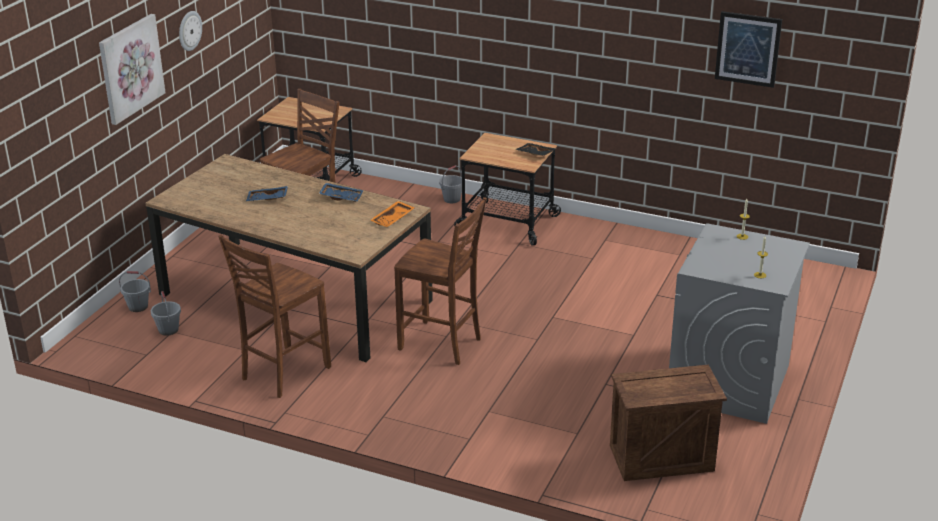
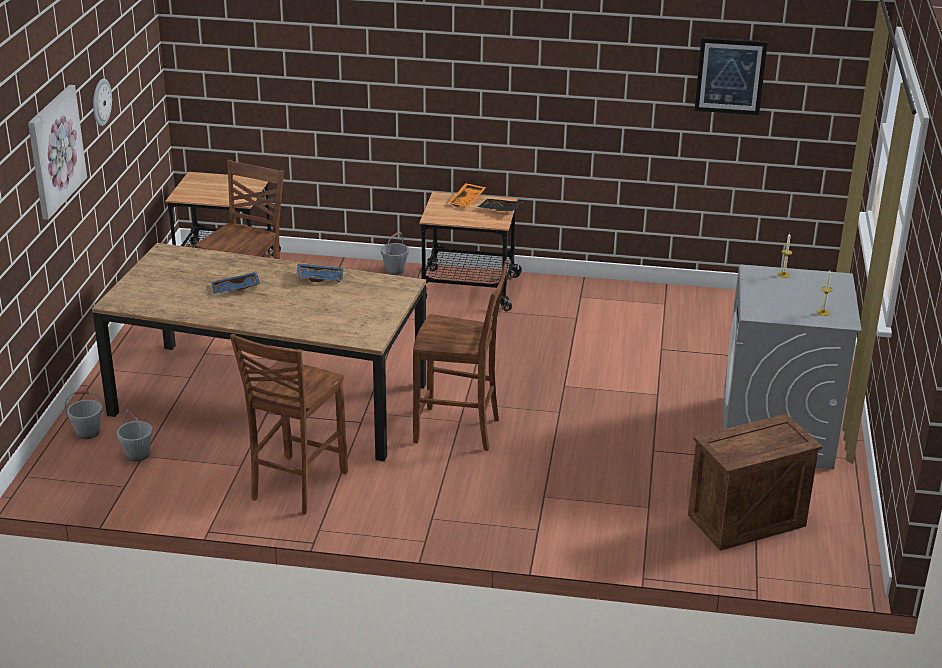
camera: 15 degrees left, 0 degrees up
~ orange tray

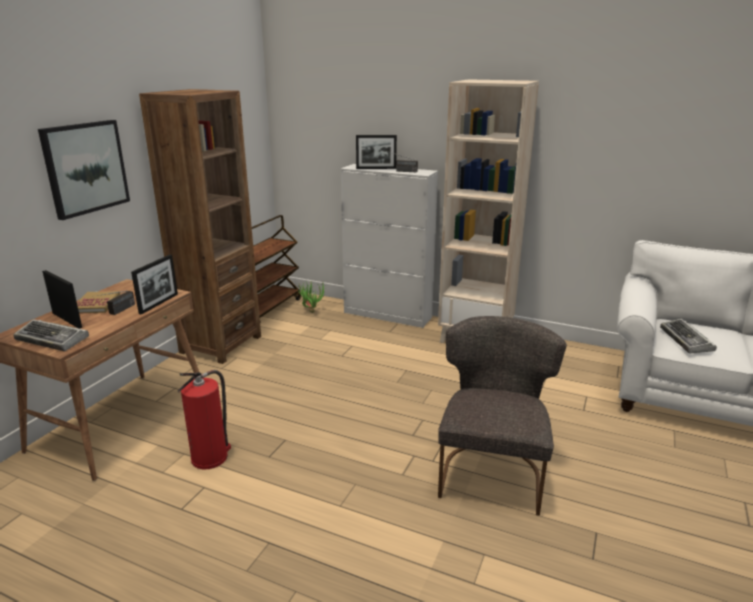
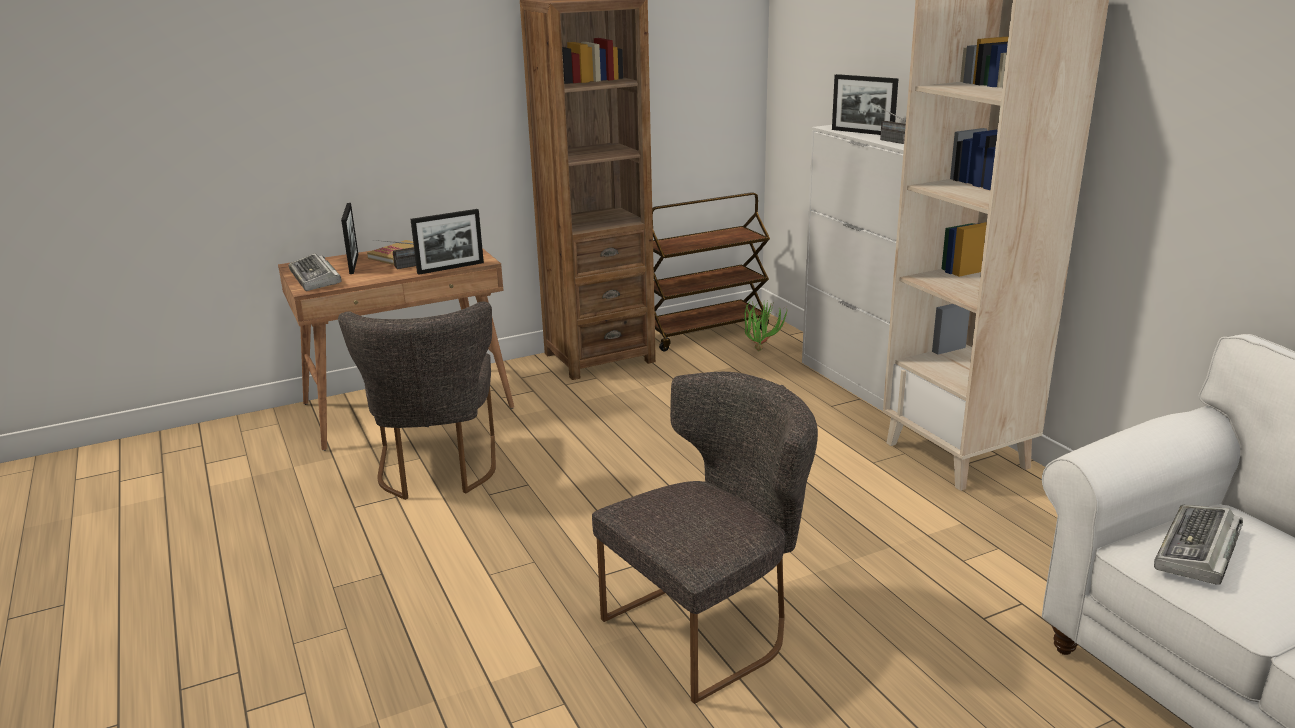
camera: 40 degrees right, 0 degrees up
- picture
~ fire extinguisher to gray plain chair (no. 1 from left)

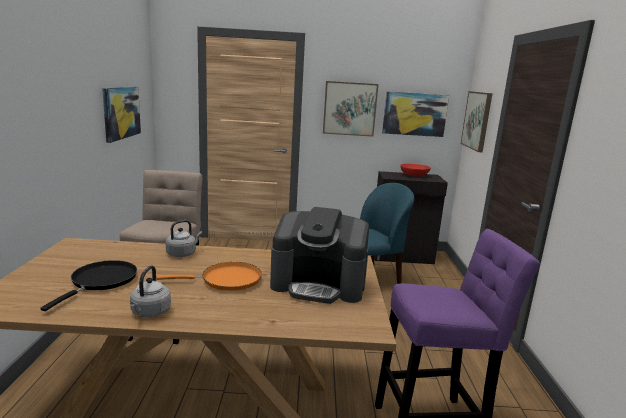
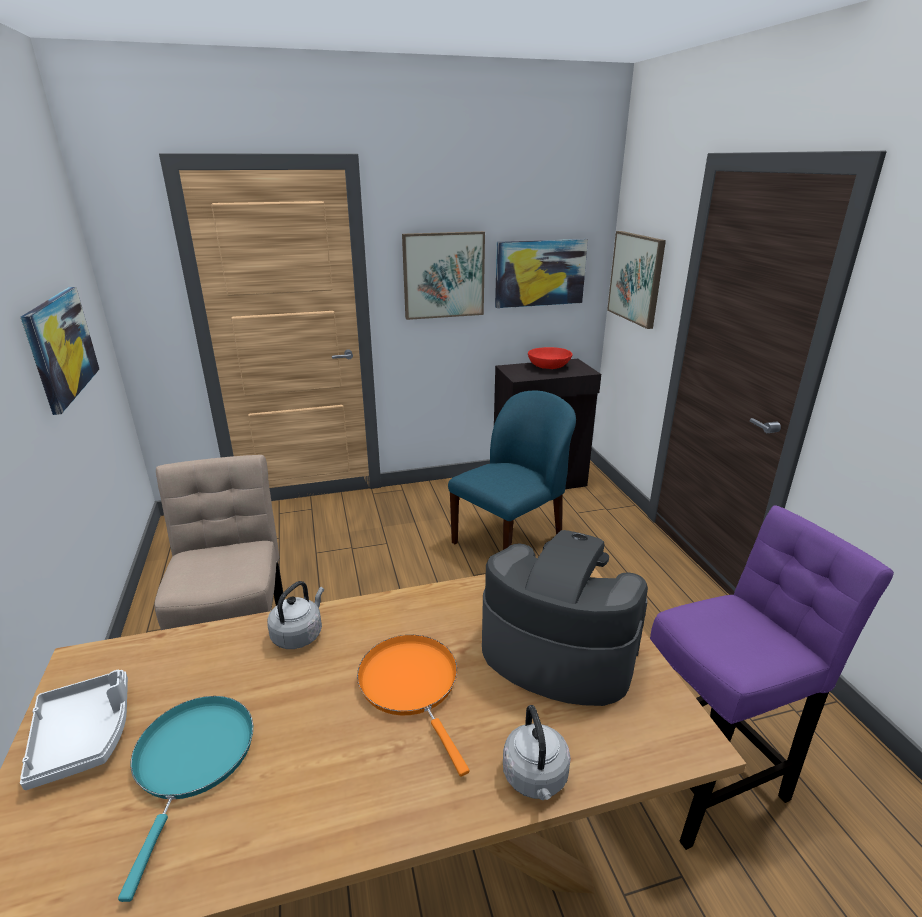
camera: 15 degrees left, 10 degrees up
~ coffee maker 150 degrees counterclockwise
~ blackish pan to turquoise pan
~ orange pan 90 degrees counterclockwise
~ gray kettle (no. 1 from left in the first image) to gray kettle (no. 2 from left)
+ gray tray

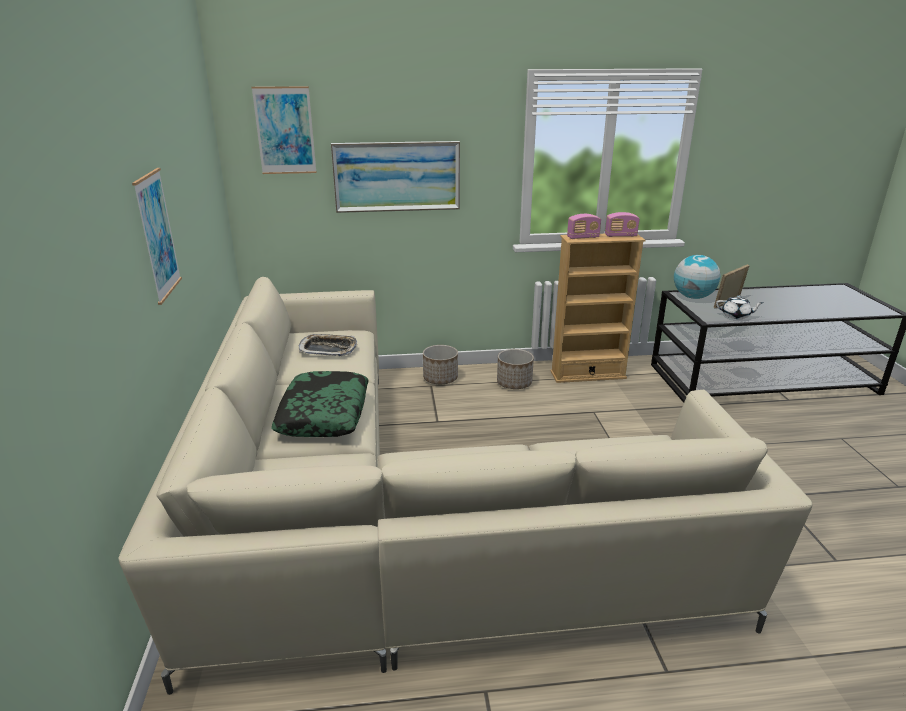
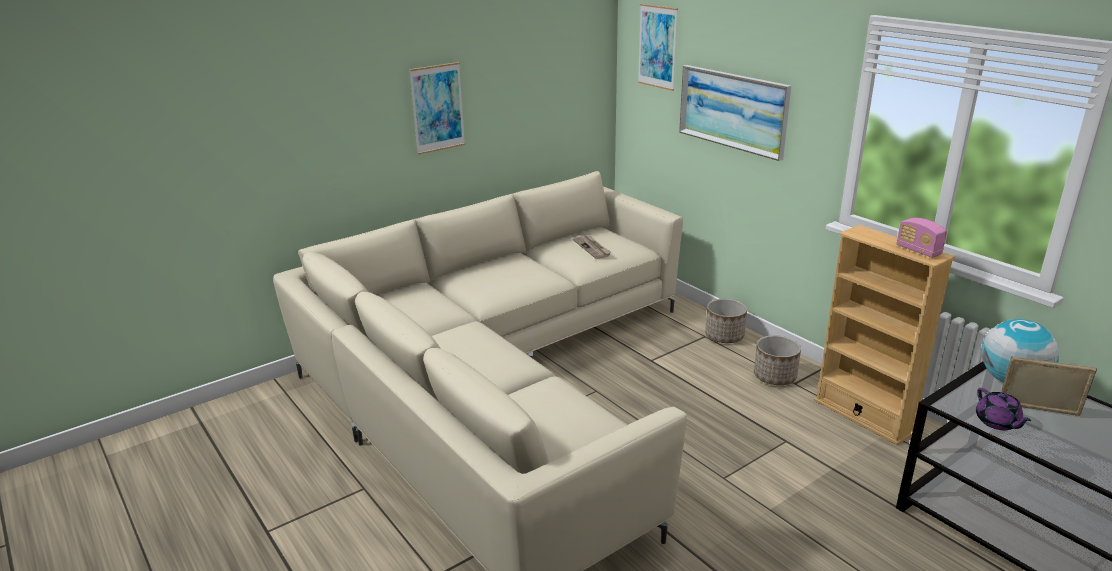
camera: 60 degrees right, 0 degrees up
- radio (no. 1 from left)
~ white tea pot to purple tea pot
~ tray to newspaper
- cushion

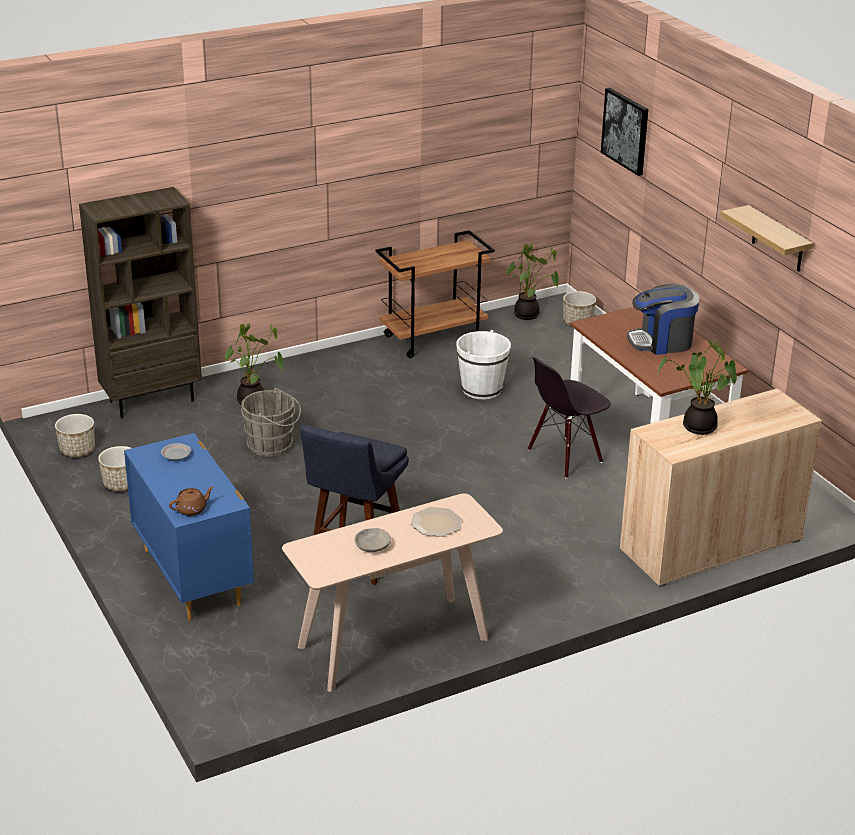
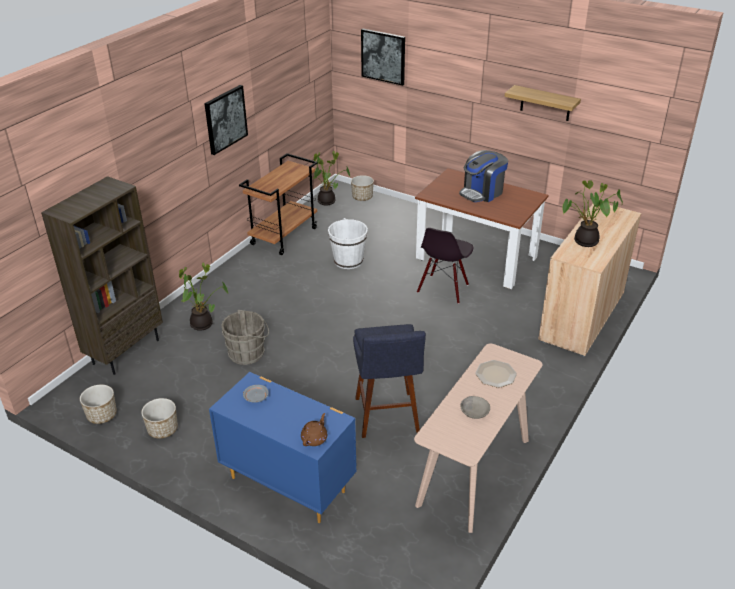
camera: 30 degrees left, 5 degrees up
+ picture (no. 1 from left)

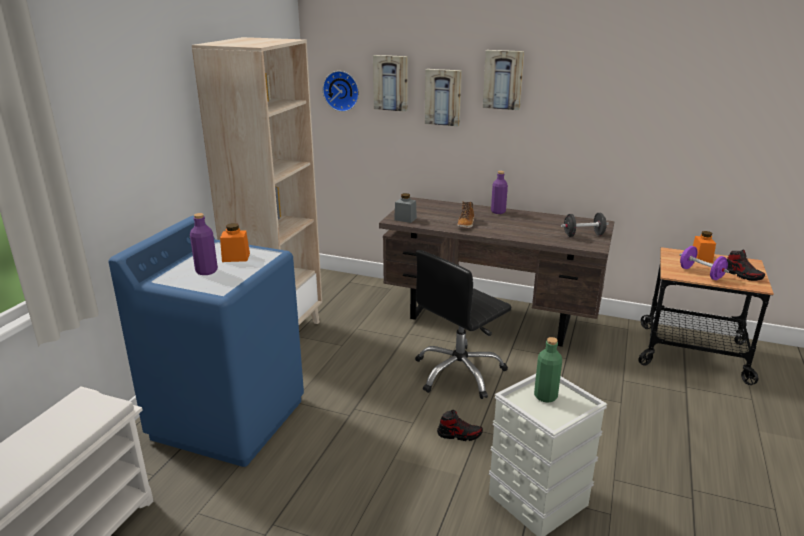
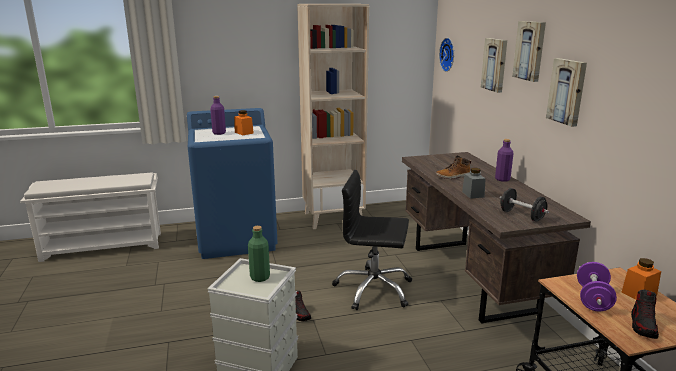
camera: 55 degrees right, 5 degrees down
~ picture (no. 1 from left in the first image) to picture (no. 3 from left)
~ gray preserve jar

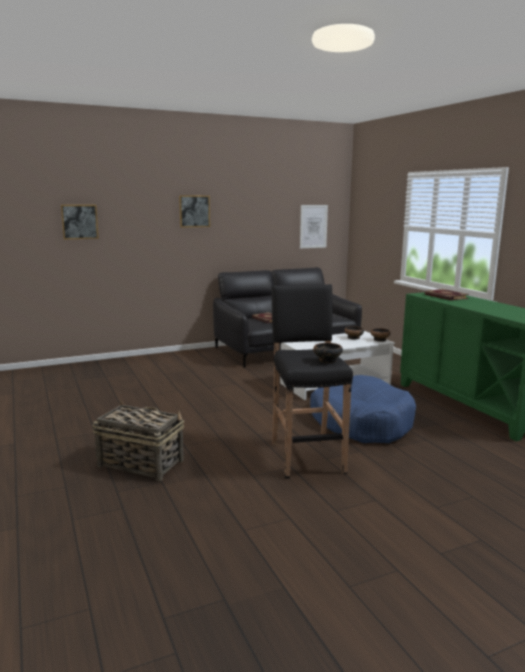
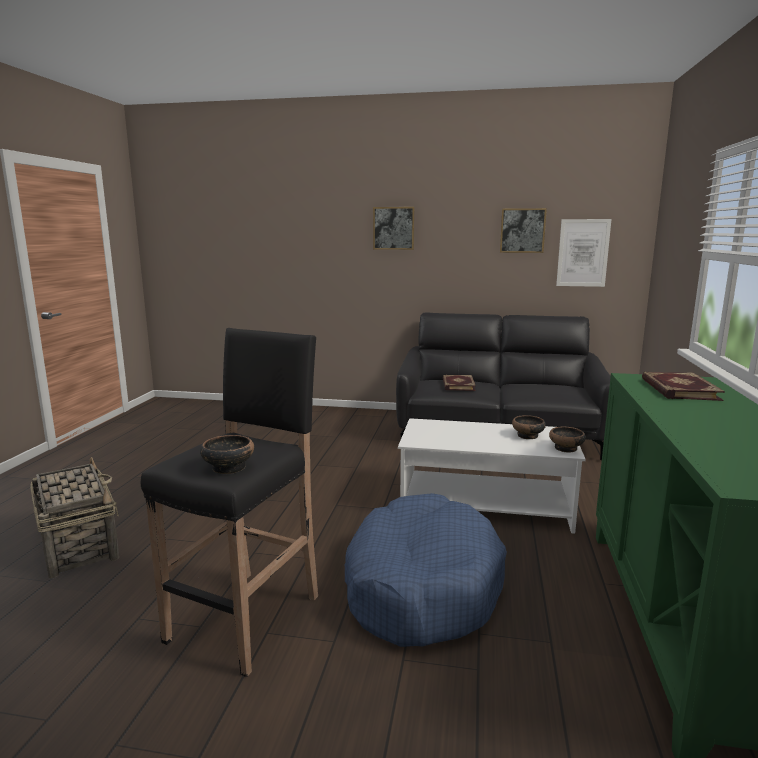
camera: 35 degrees right, 0 degrees up
~ picture (no. 1 from left in the first image) to picture (no. 2 from left)

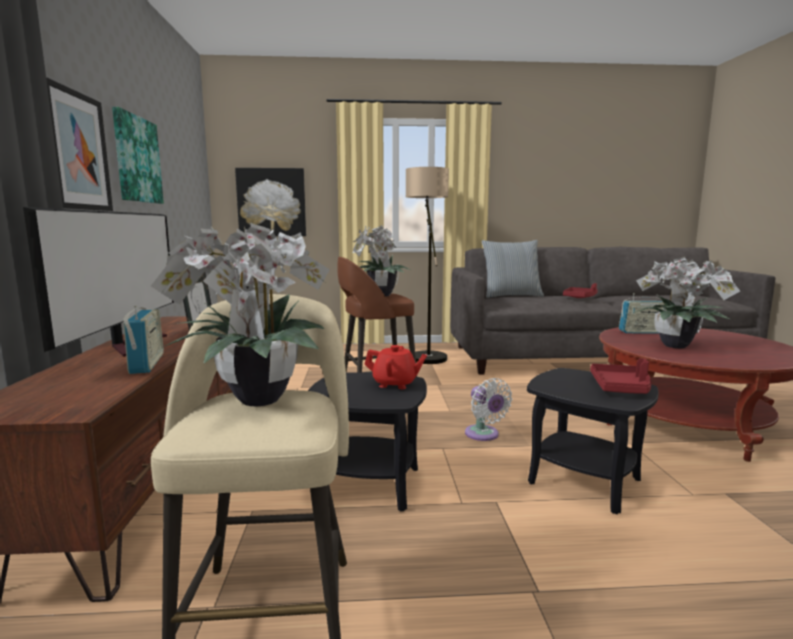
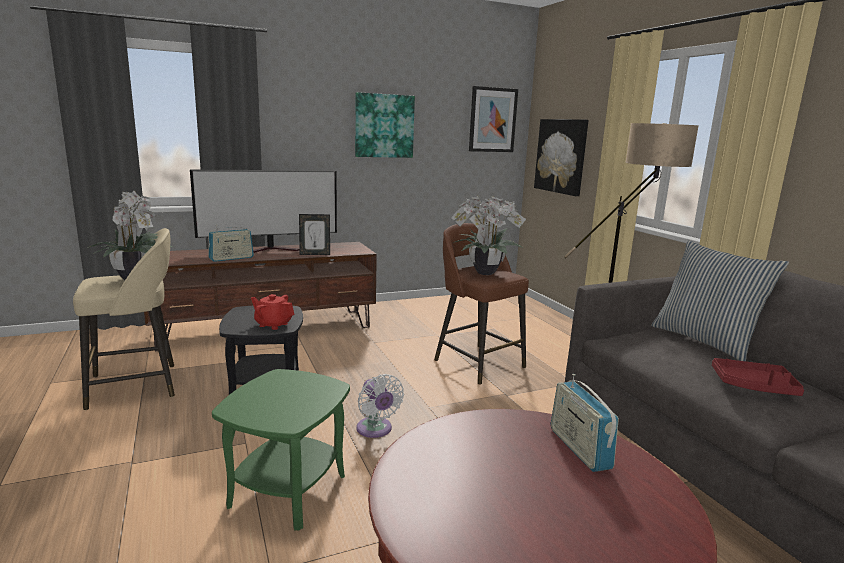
camera: 70 degrees right, 5 degrees up
~ picture (no. 1 from left in the first image) to picture (no. 2 from left)
- houseplant (no. 3 from left)
~ reddish tea pot 120 degrees clockwise
- reddish tray (no. 2 from left)
~ blackish side table (no. 2 from left) to green-coloured side table
~ white cooling fan 75 degrees counterclockwise

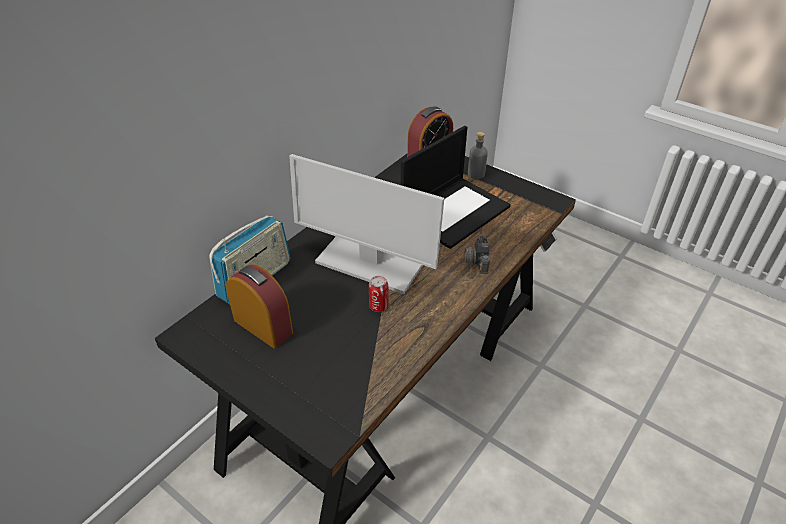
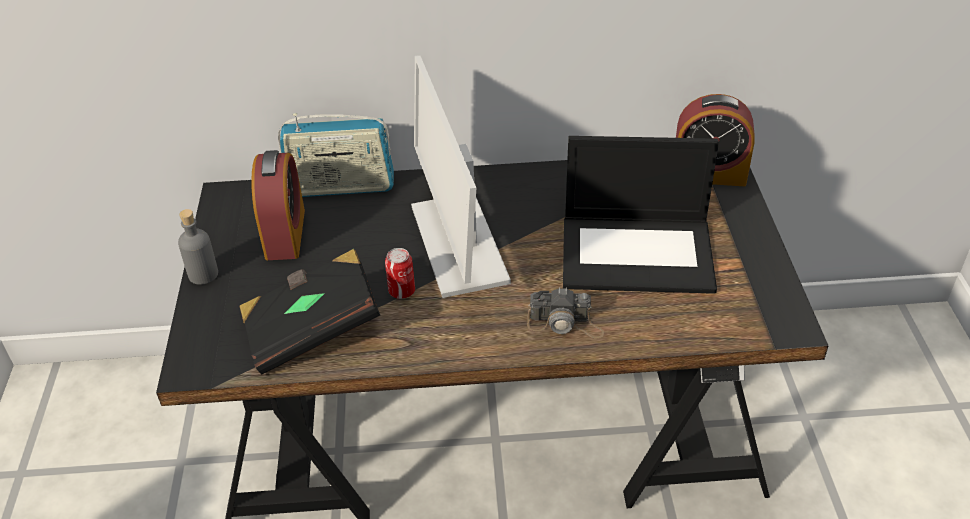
camera: 50 degrees right, 0 degrees up
~ gray bottle
~ still camera 135 degrees counterclockwise
+ blackish book

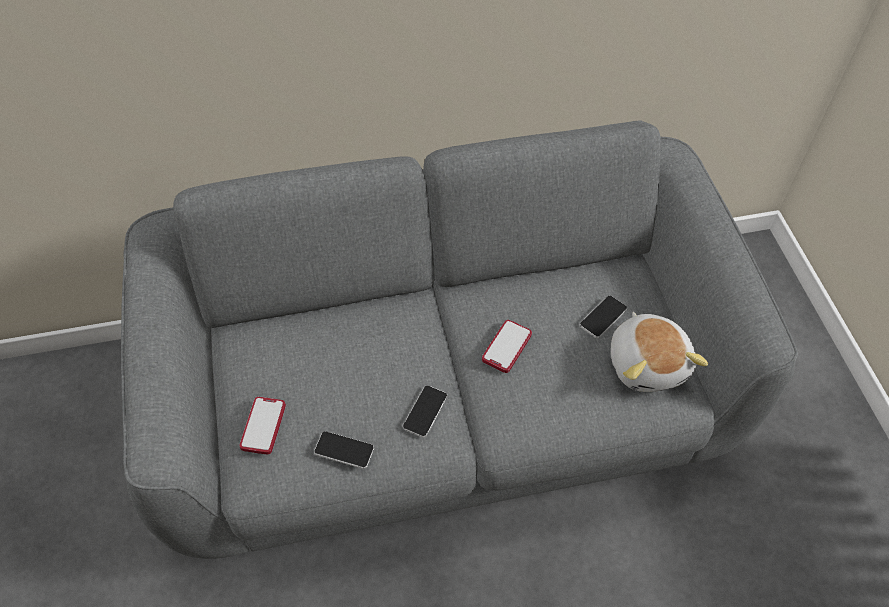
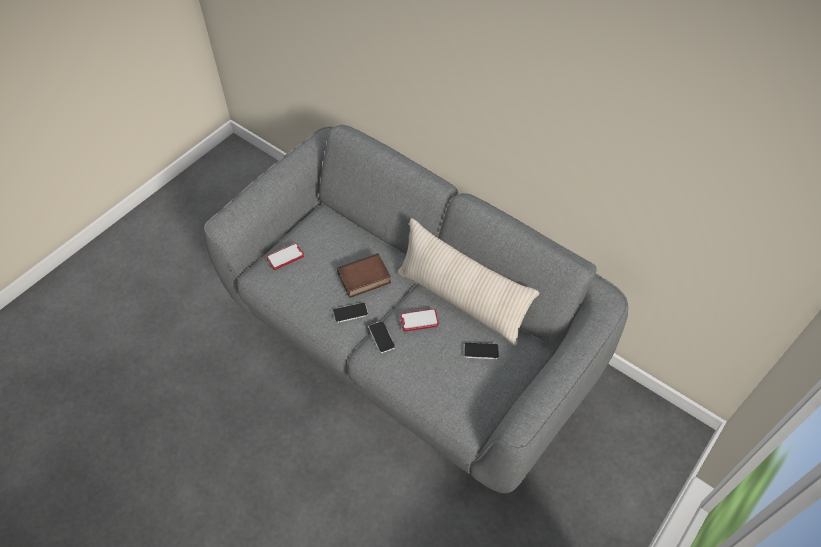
camera: 50 degrees right, 0 degrees up
- soft toy
~ phone (no. 2 from left in the first image) to phone (no. 3 from left)
+ beige cushion
+ book

